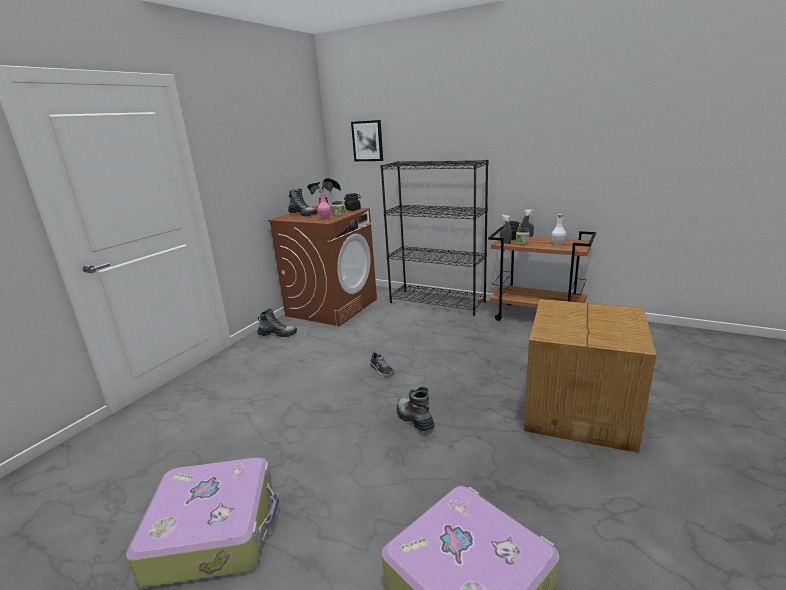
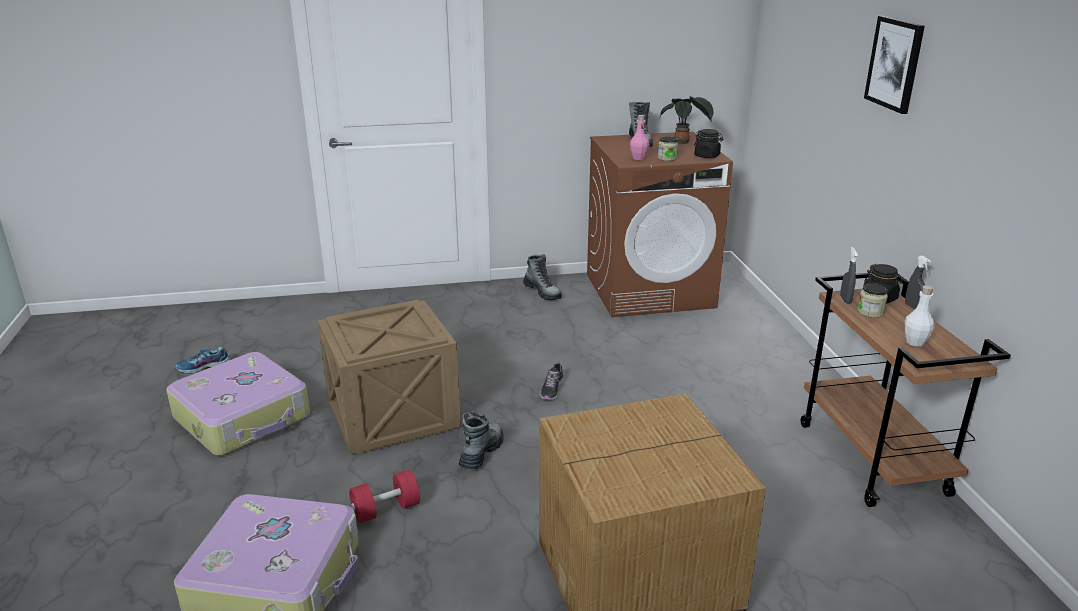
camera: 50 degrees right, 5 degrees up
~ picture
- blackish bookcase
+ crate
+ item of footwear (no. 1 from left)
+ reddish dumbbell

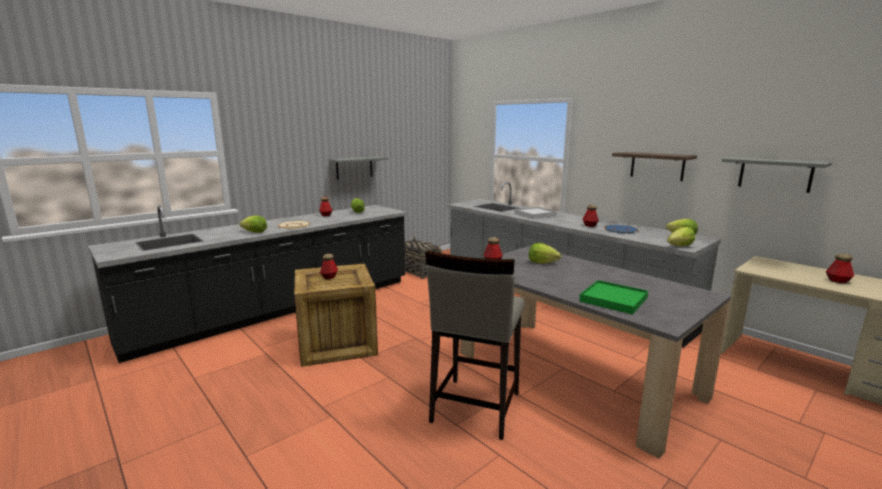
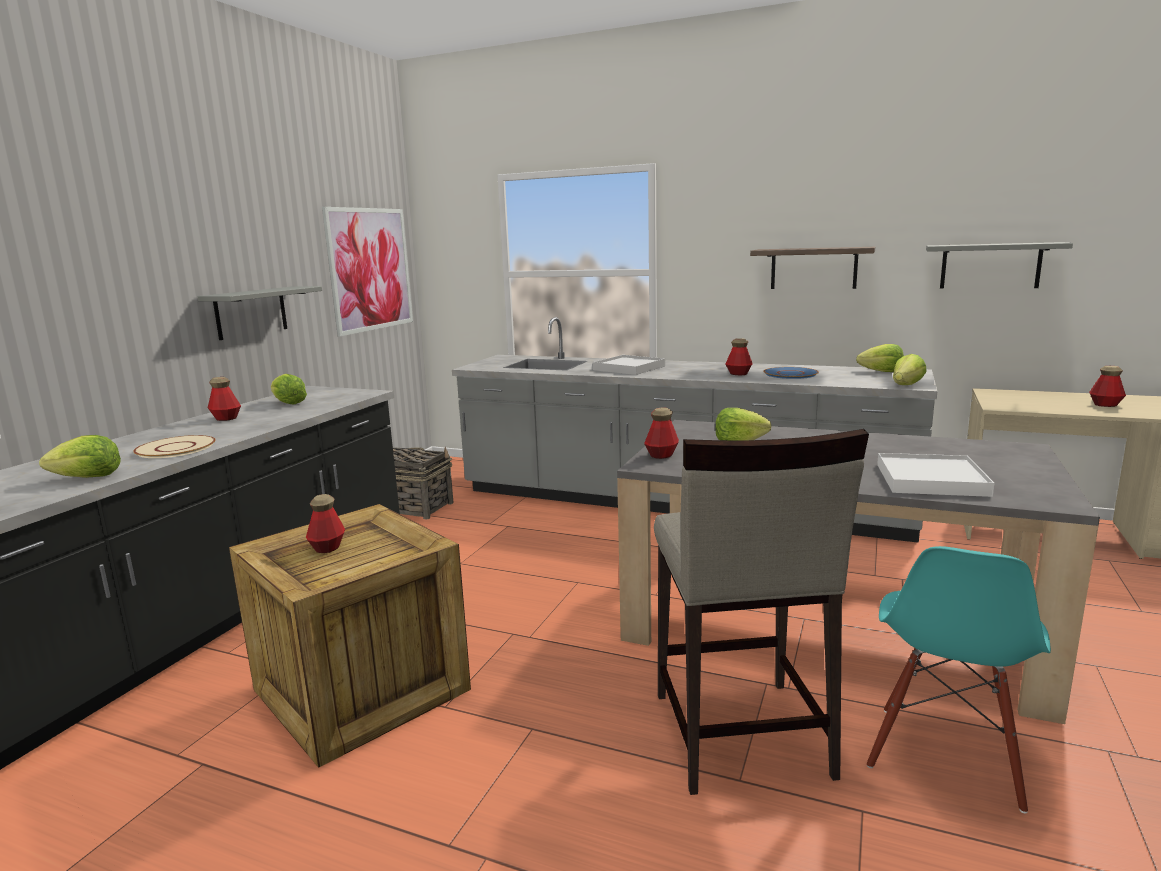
camera: 25 degrees left, 0 degrees up
~ green-coloured tray to white tray (no. 2 from left)
+ picture
+ turquoise plain chair

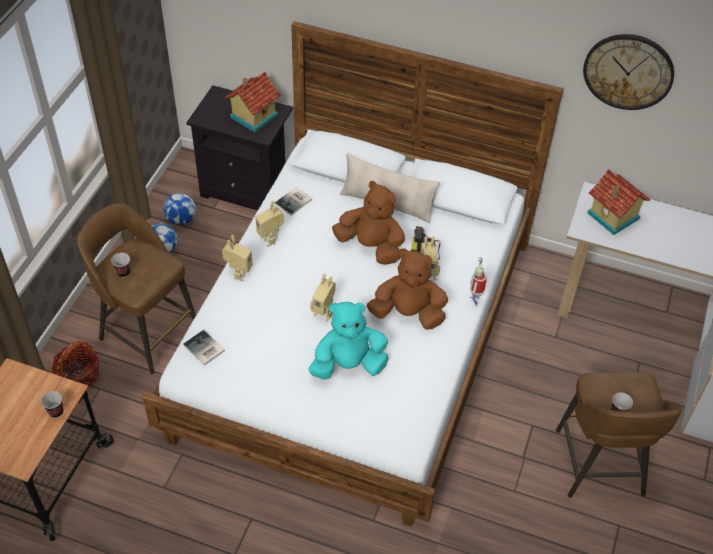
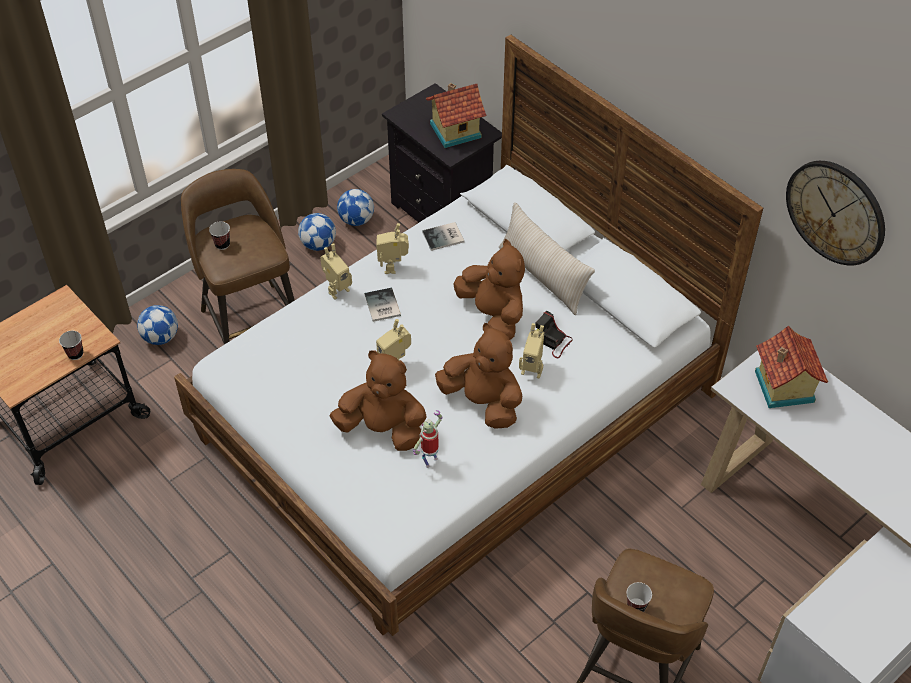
camera: 30 degrees right, 0 degrees up
~ model robot (no. 5 from left in the first image) to model robot (no. 4 from left)
~ turquoise soft toy to brown soft toy (no. 1 from left)
~ book (no. 1 from left)
~ storage basket to football ball (no. 1 from left)

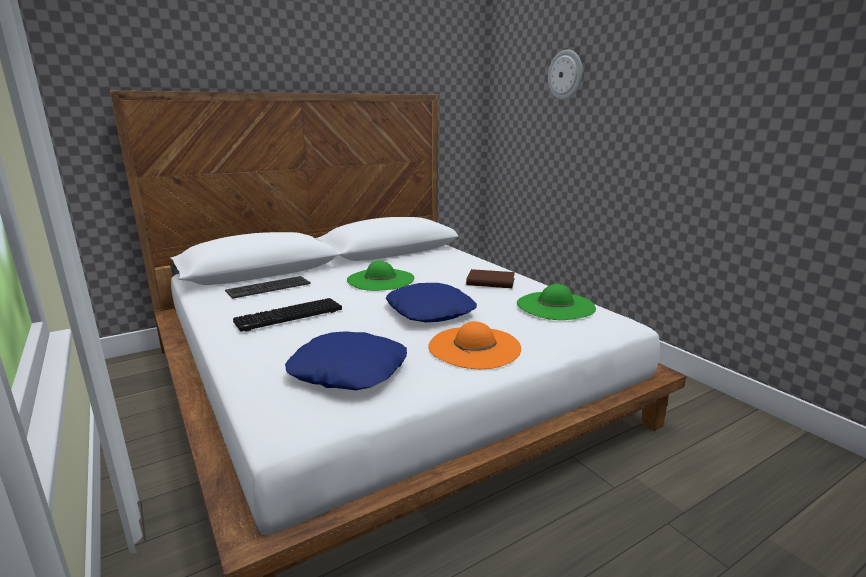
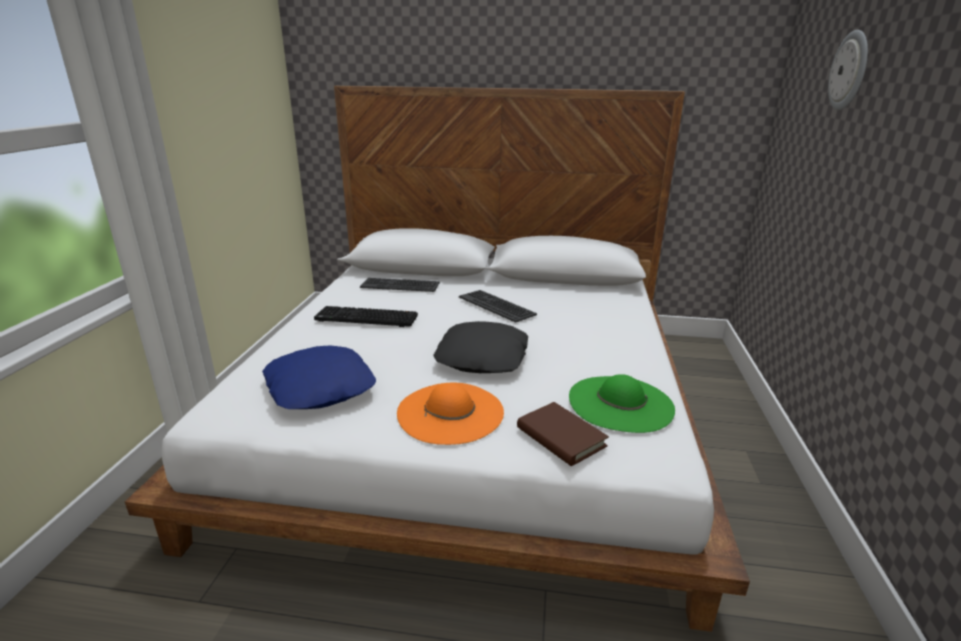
camera: 40 degrees right, 5 degrees up
~ green-coloured wearable hat (no. 1 from left) to PC keyboard (no. 3 from left)
~ brown book
~ blue-coloured cushion (no. 2 from left) to blackish cushion

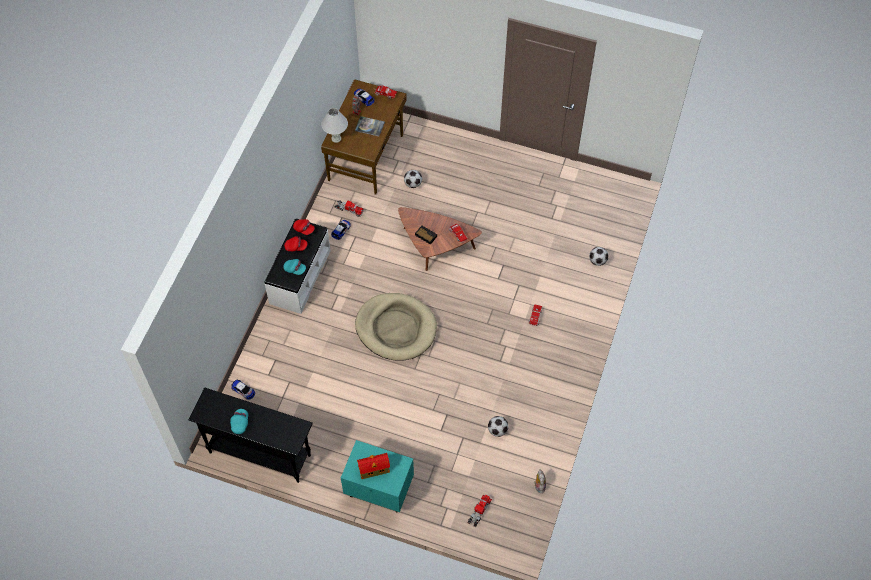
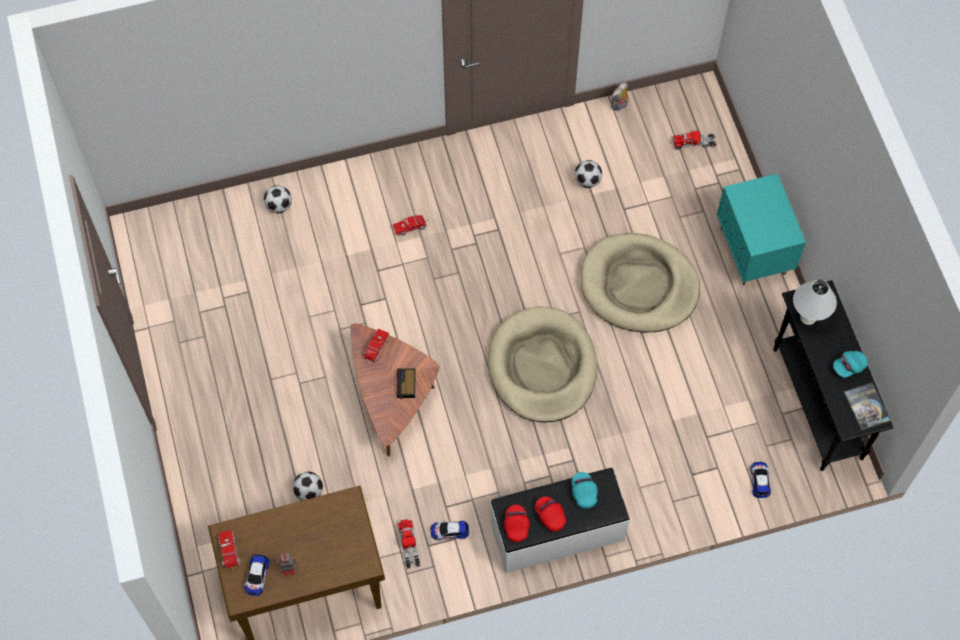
camera: 125 degrees left, 5 degrees up
~ white tabletop lamp
~ book
- miniature house
+ beige pet bed (no. 2 from left)

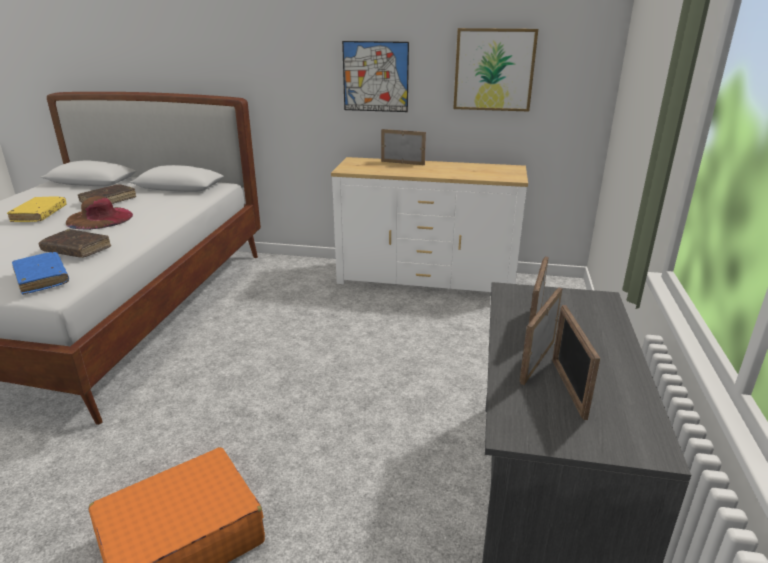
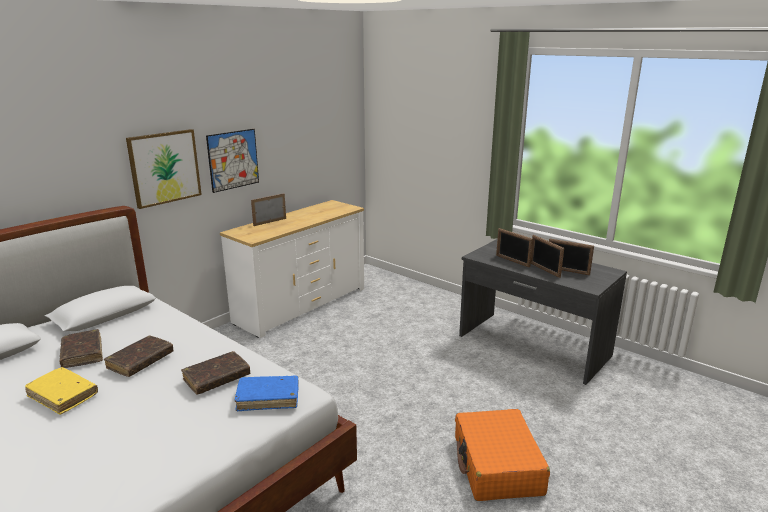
camera: 60 degrees left, 5 degrees down
~ picture (no. 2 from left in the first image) to picture (no. 1 from left)
~ brown wearable hat to brown book (no. 2 from left)

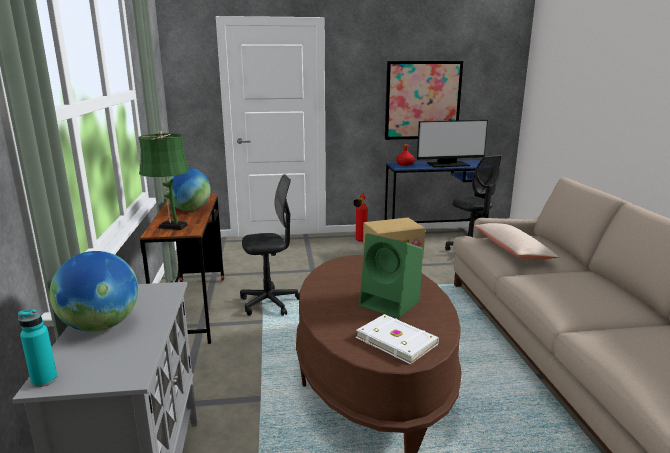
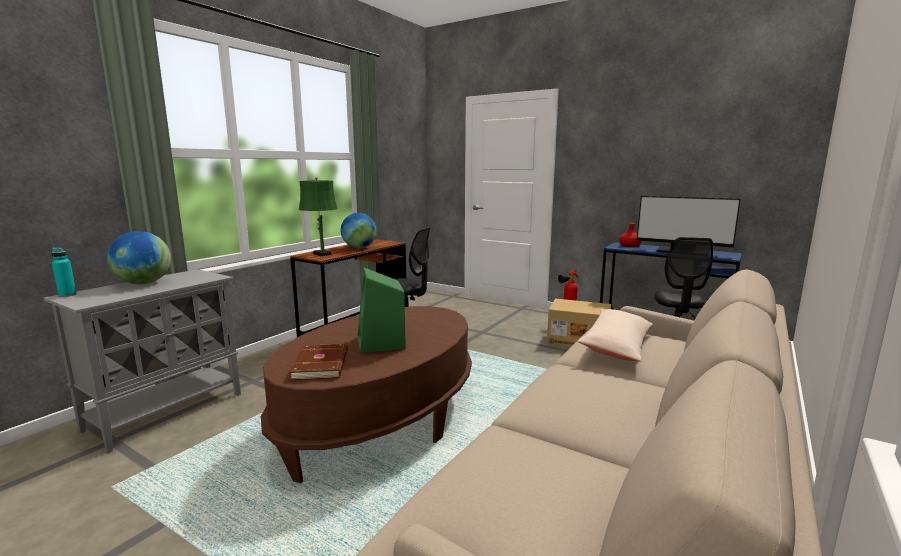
camera: 40 degrees right, 5 degrees down
- picture
~ white book to brown book

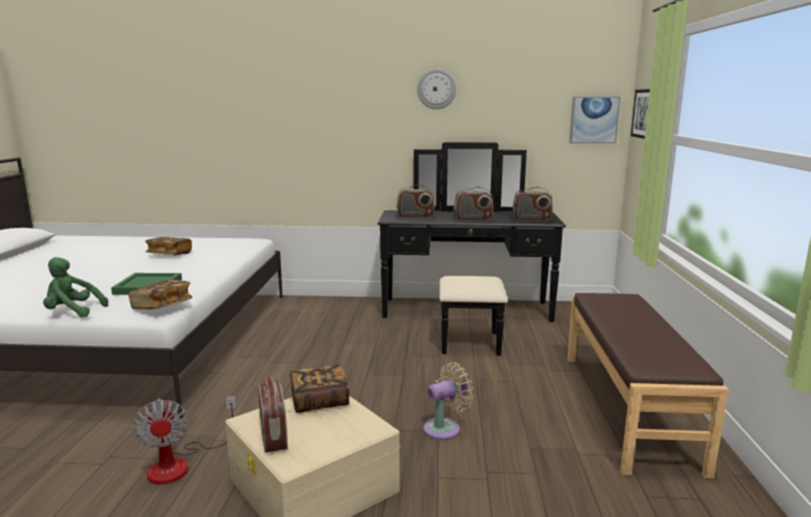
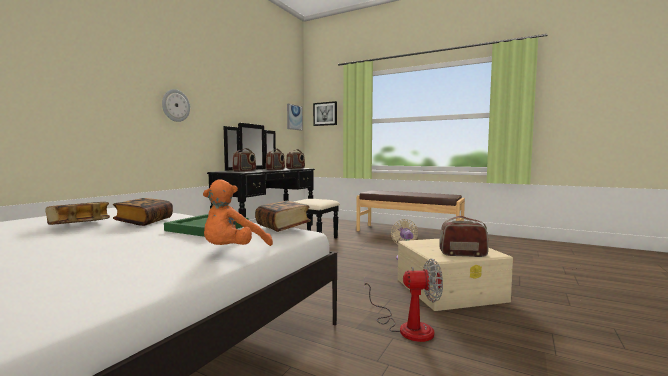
camera: 65 degrees left, 10 degrees down
~ hanging clock
~ green-coloured soft toy to orange soft toy
~ book (no. 3 from left in the first image) to book (no. 2 from left)

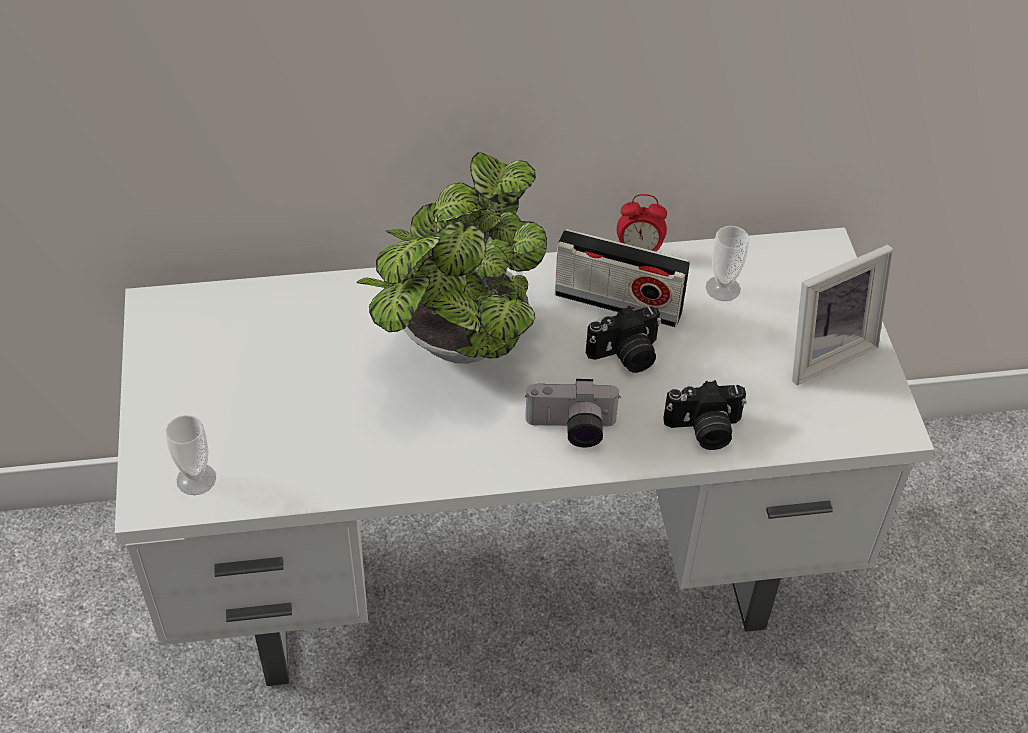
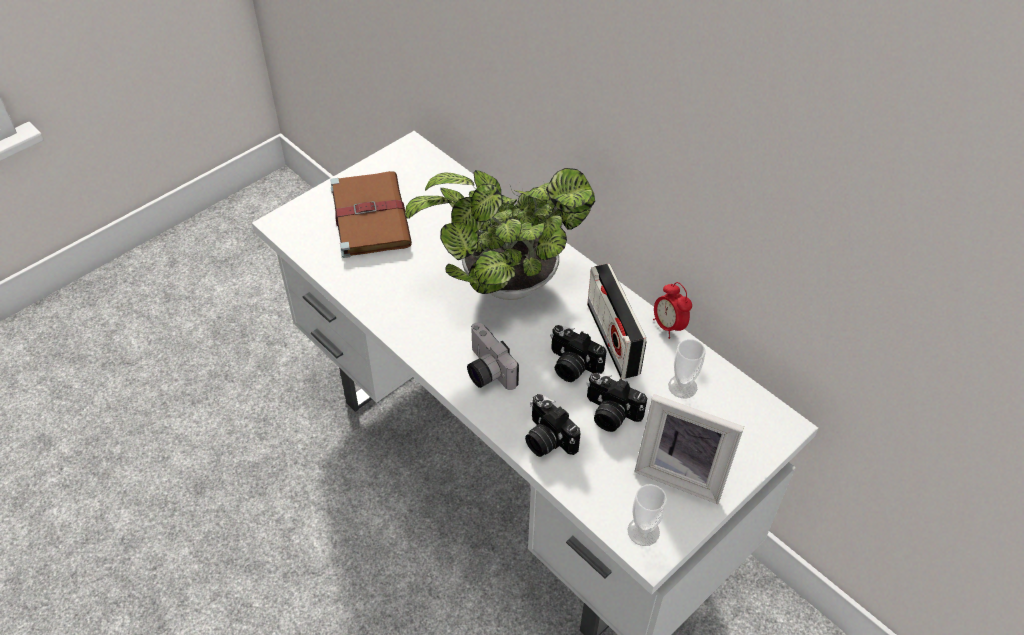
camera: 55 degrees right, 0 degrees up
~ cup (no. 1 from left)
+ brown book
+ still camera (no. 4 from left)

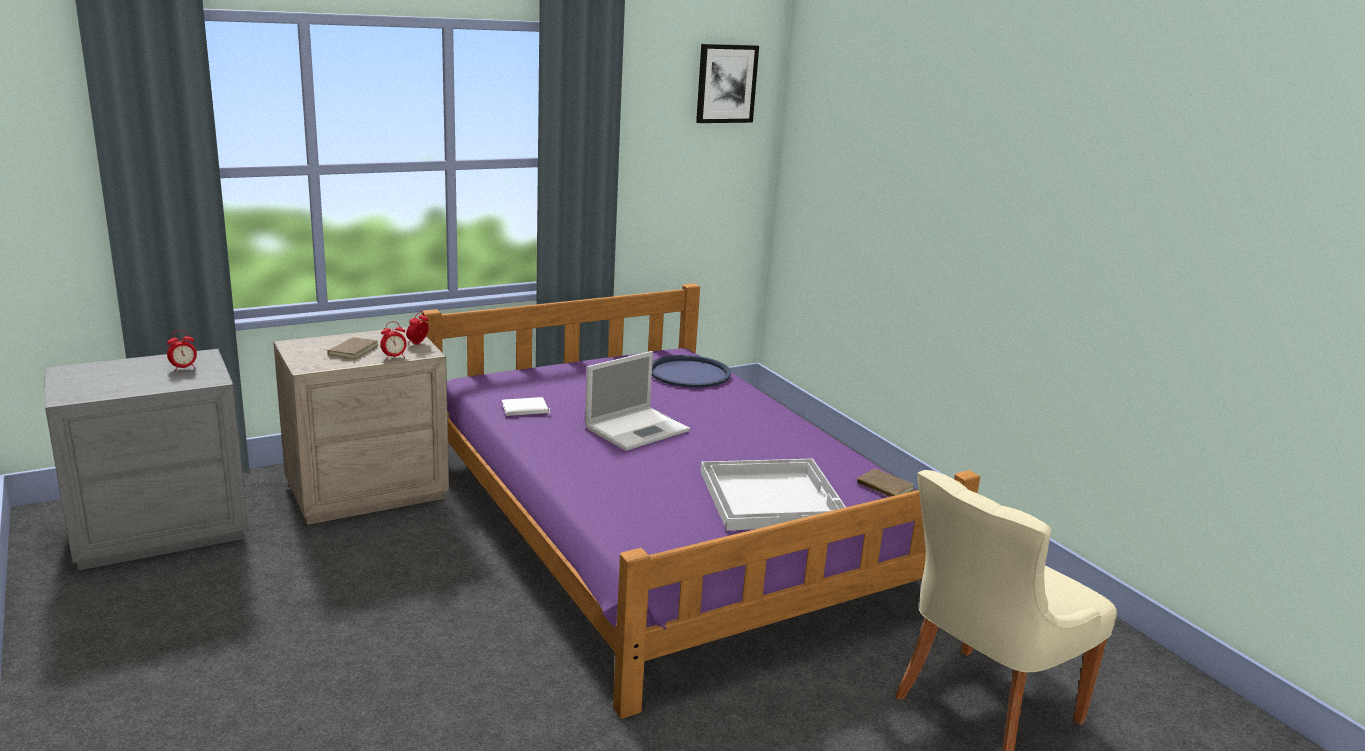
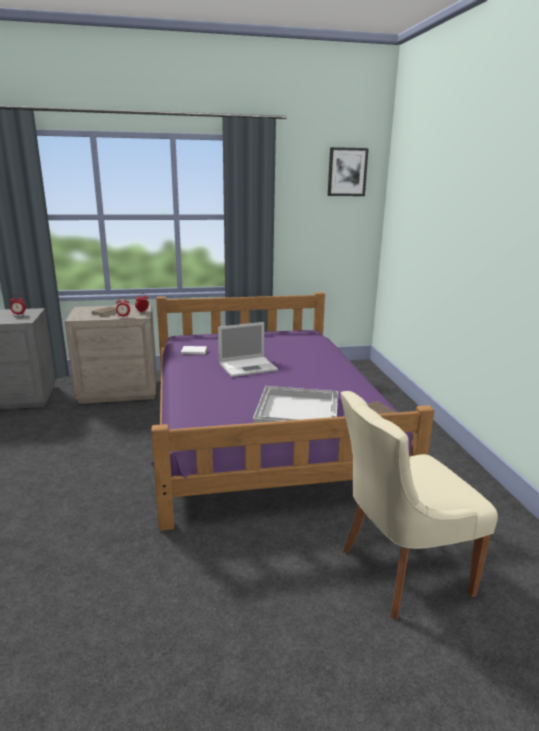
camera: 20 degrees right, 0 degrees up
- blue-coloured tray

